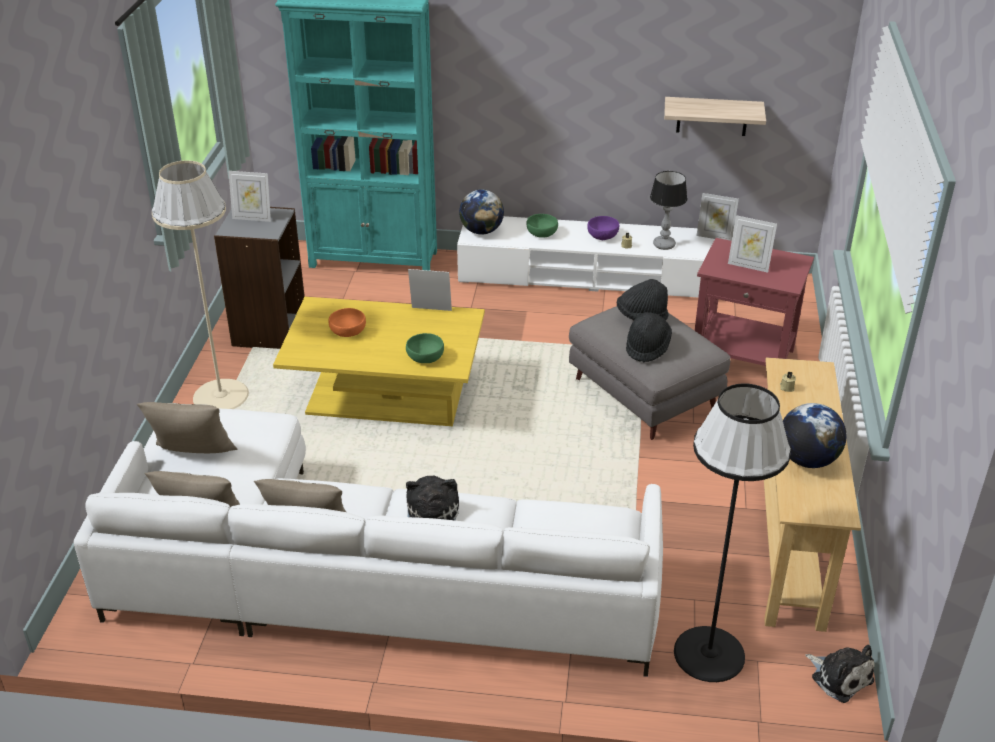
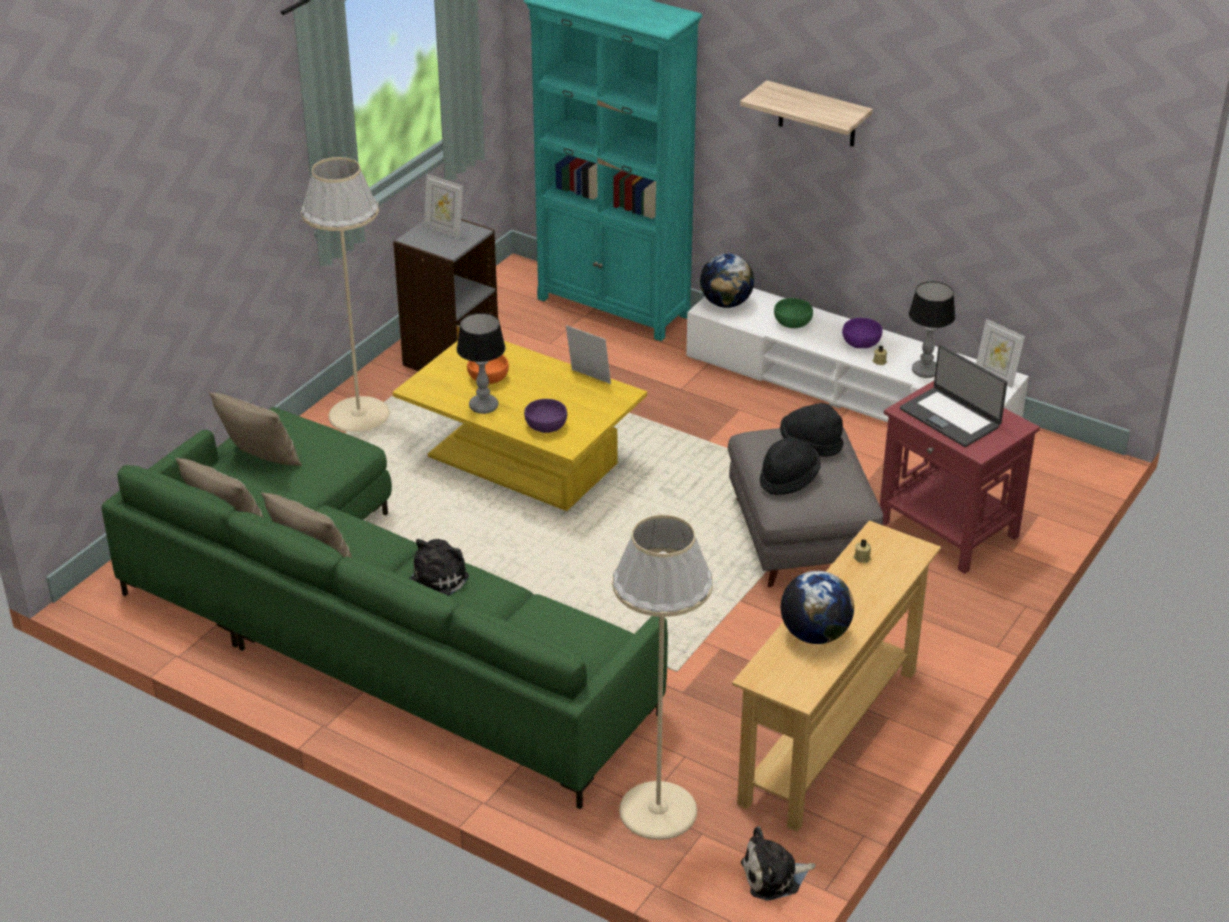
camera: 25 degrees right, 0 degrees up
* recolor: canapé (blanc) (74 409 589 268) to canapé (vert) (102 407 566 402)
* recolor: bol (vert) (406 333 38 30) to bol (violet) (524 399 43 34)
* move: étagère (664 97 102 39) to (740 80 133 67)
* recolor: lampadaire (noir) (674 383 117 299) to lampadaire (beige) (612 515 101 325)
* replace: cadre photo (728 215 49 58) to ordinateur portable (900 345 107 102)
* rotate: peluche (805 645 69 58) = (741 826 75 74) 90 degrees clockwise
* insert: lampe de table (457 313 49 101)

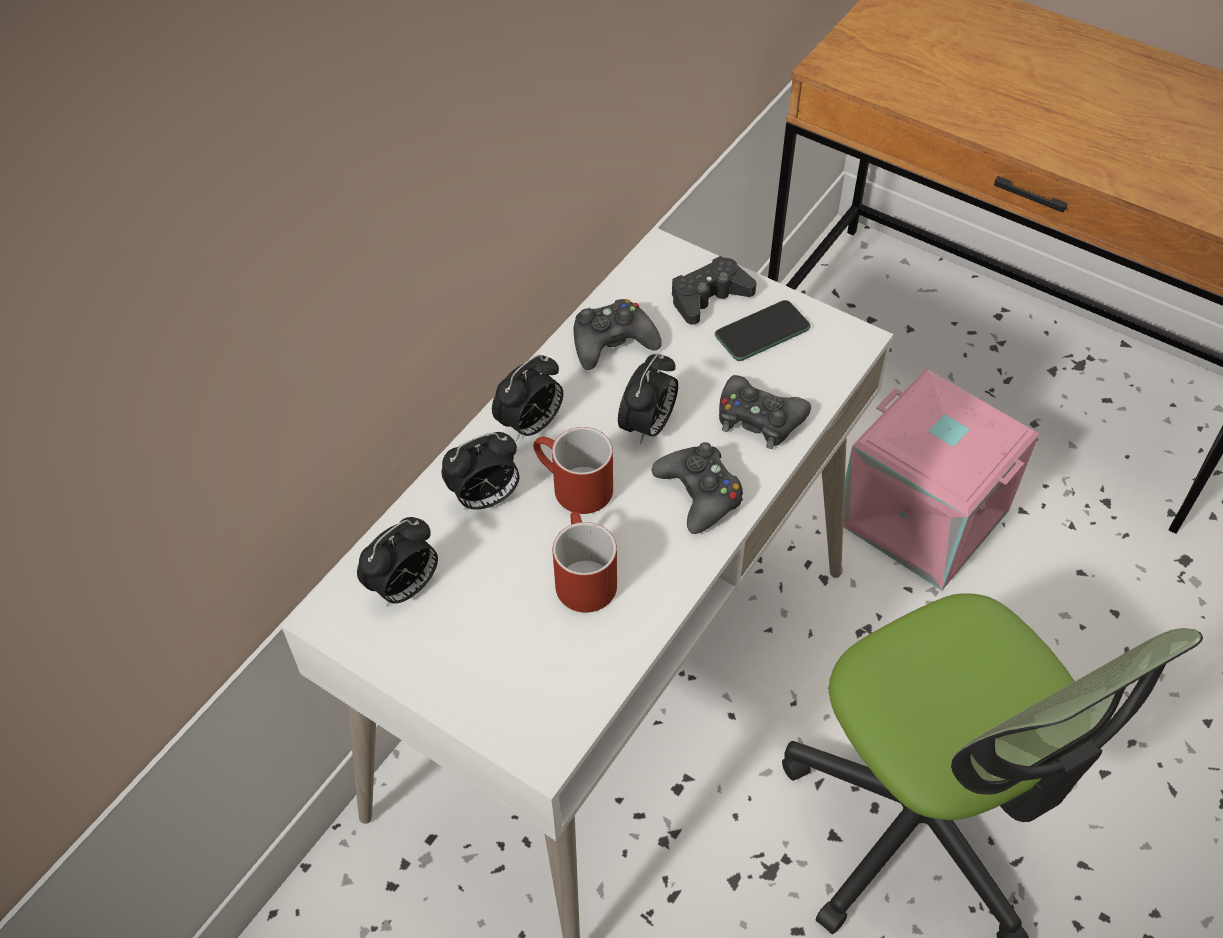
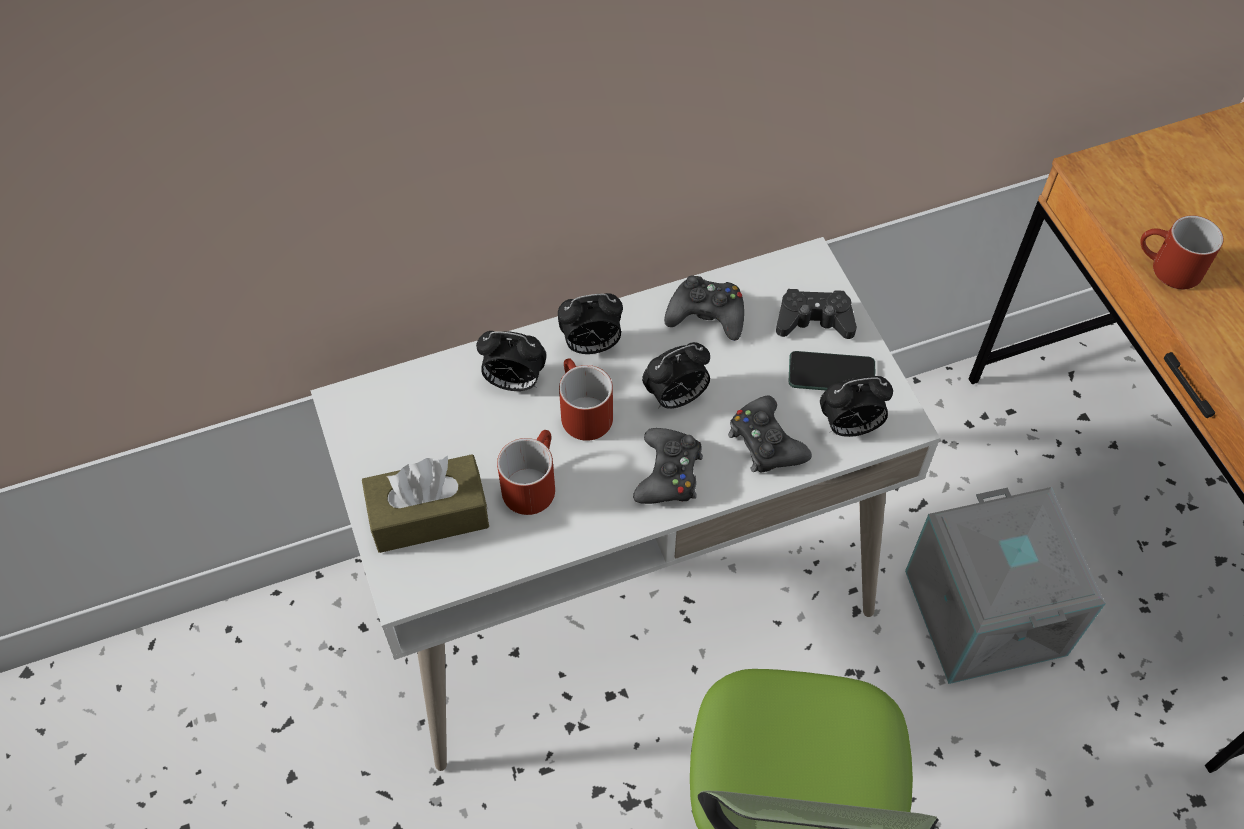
camera: 35 degrees right, 5 degrees up
* move: réveil (357 517 81 89) to (820 376 73 61)
* recolor: boîte de rangement (rose) (843 369 196 222) to boîte de rangement (gris) (905 487 201 197)
* insert: boîte à mouchoirs (marron) (362 454 127 99)
* insert: mug (rouge) (1140 215 83 74)

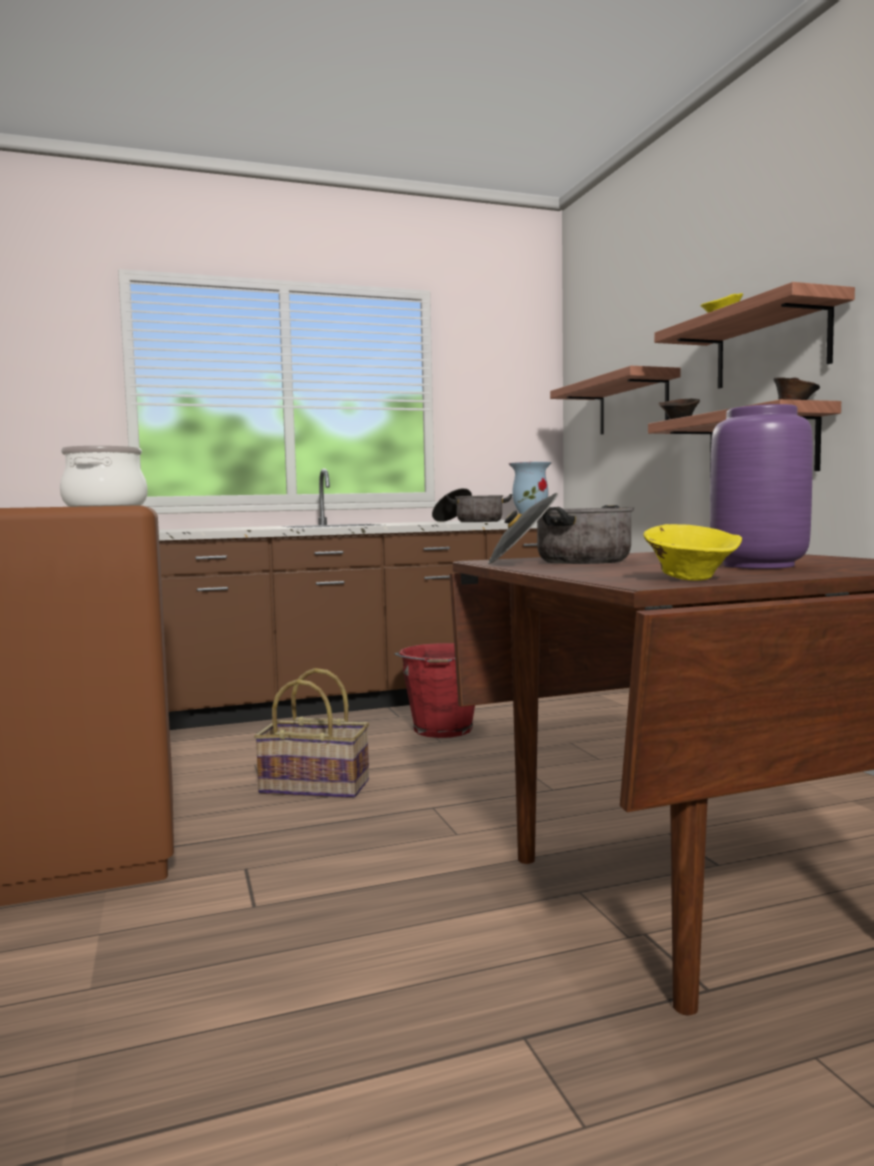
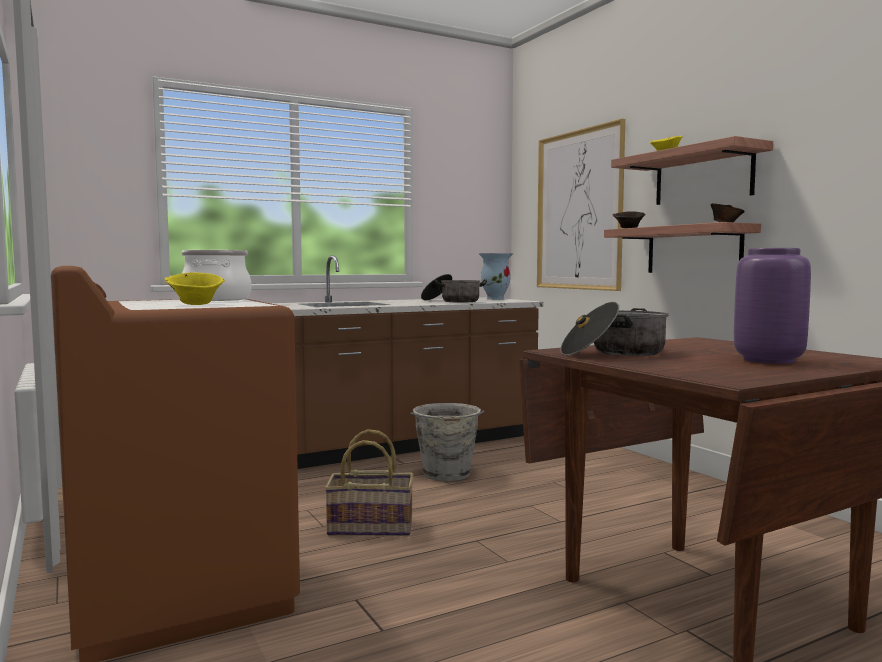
camera: 10 degrees left, 0 degrees up
* recolor: seau (rouge) (394 643 81 95) to seau (gris) (410 403 74 78)
* replace: étagère (550 366 131 69) to tableau (537 119 88 172)
* move: bol (jaune) (643 524 99 57) to (165 272 60 33)

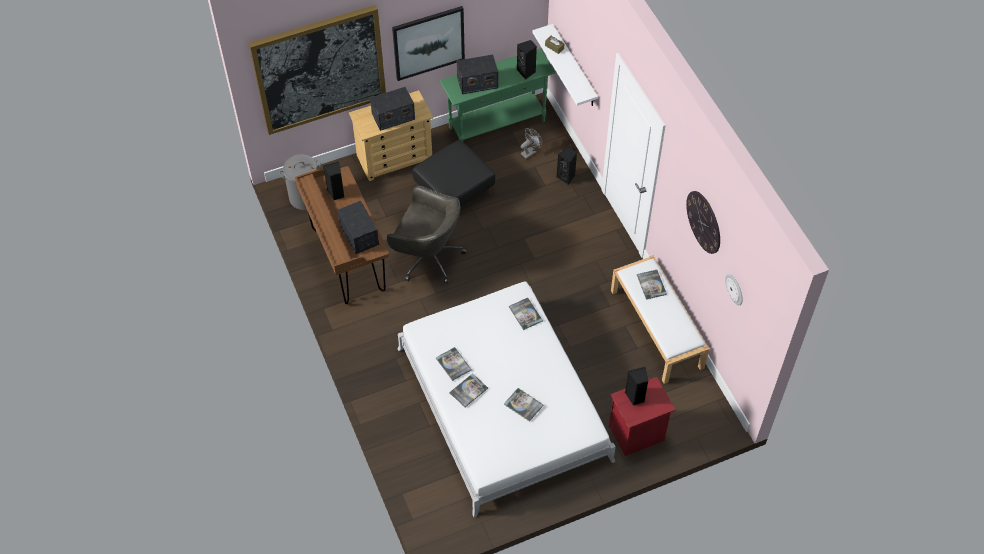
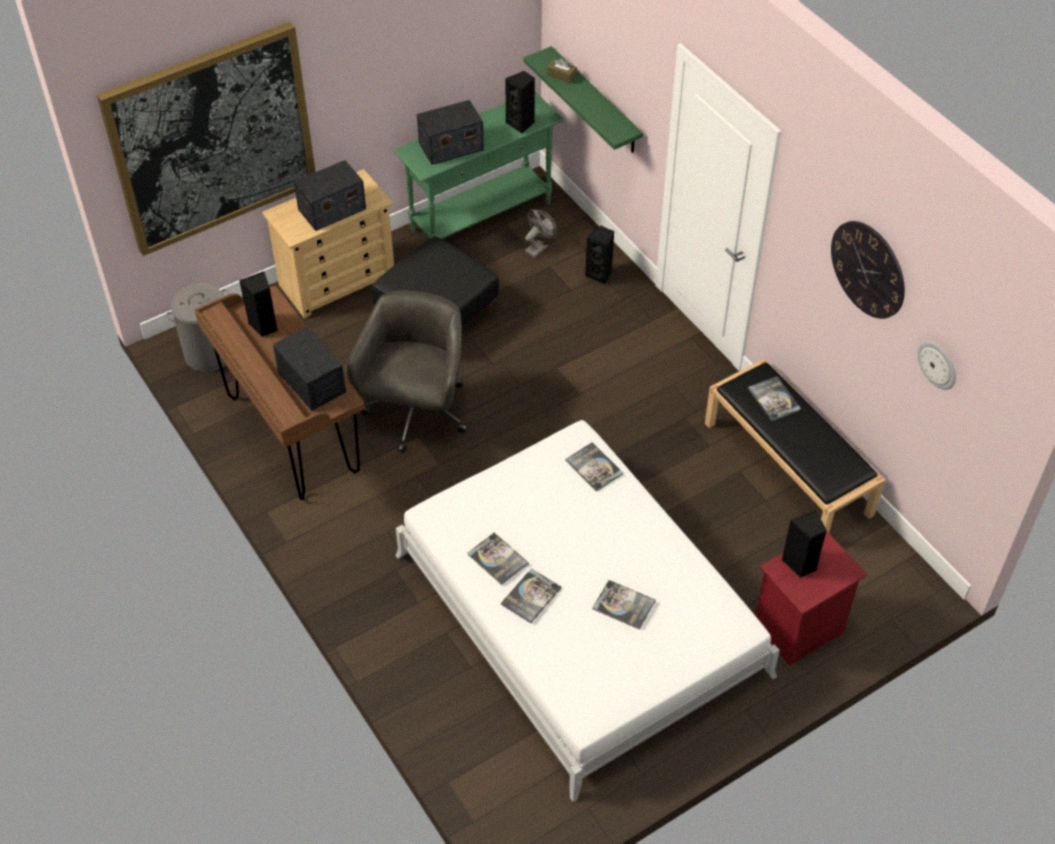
camera: 10 degrees left, 5 degrees down
* rotate: chaise de bureau (gris) (387 186 79 98) = (347 291 120 162) 90 degrees counterclockwise
* delete: tableau (392 6 73 75)
* recolor: étagère (blanc) (532 24 66 82) to étagère (vert) (524 46 119 107)
* recolor: banc (blanc) (611 256 98 128) to banc (noir) (705 359 180 174)

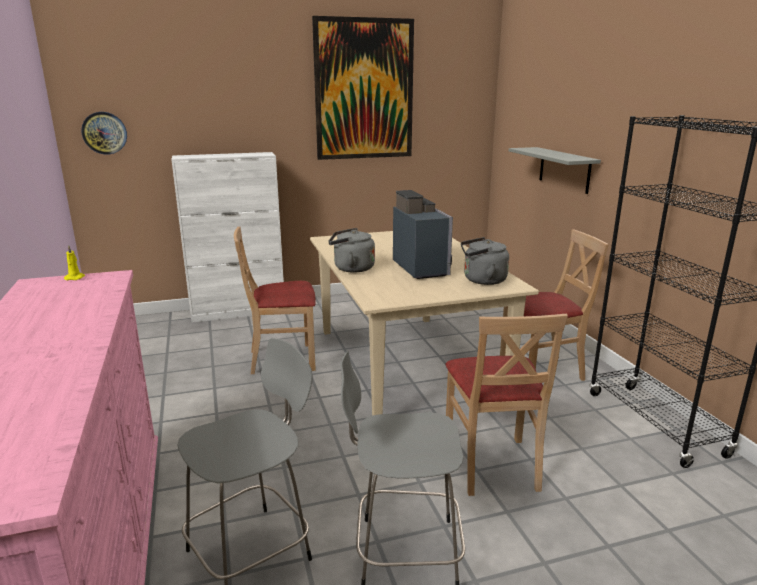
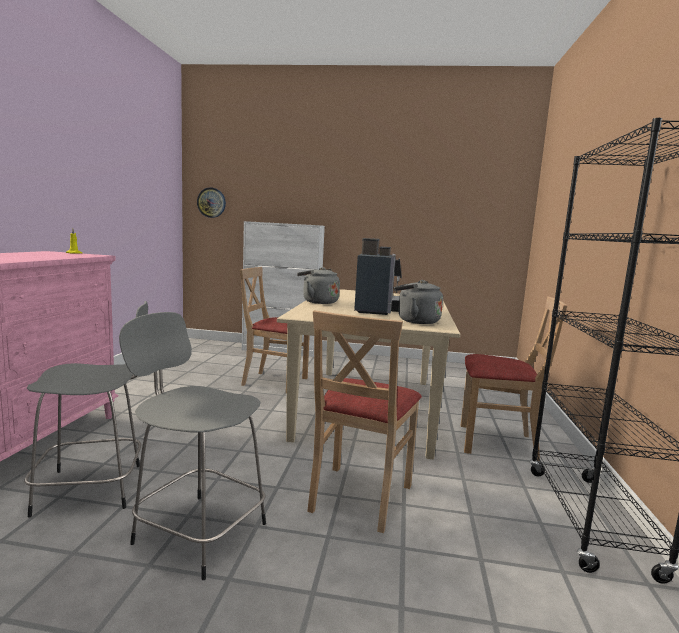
camera: 25 degrees right, 10 degrees down
* delete: tableau (312 16 102 144)
* delete: étagère (gris) (509 147 92 47)

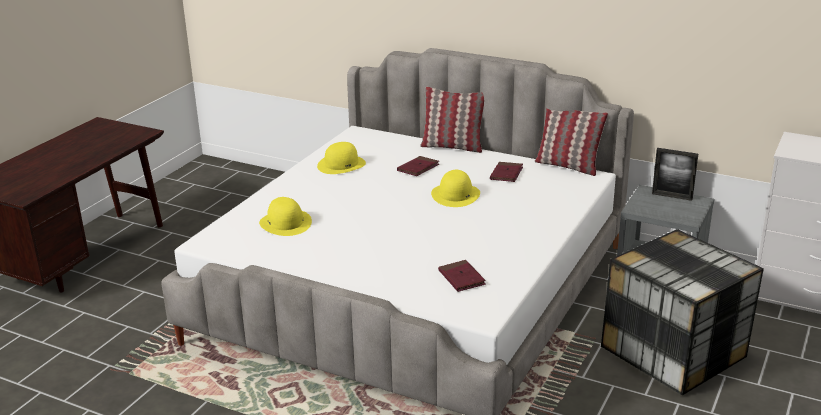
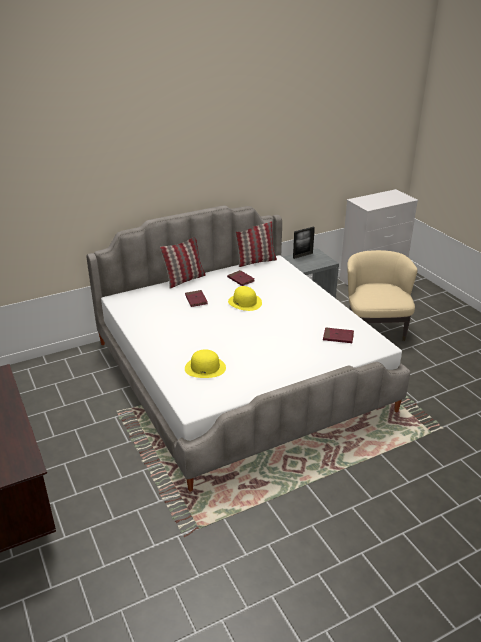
camera: 55 degrees left, 5 degrees up
* delete: chapeau (jaune) (317 142 49 32)
* replace: boîte de rangement (601 229 163 166) to fauteuil (beige) (347 250 70 91)

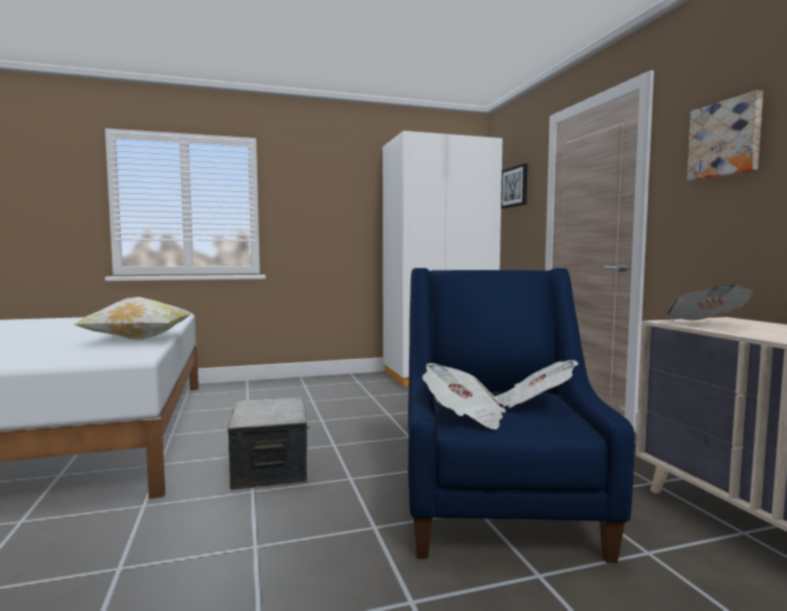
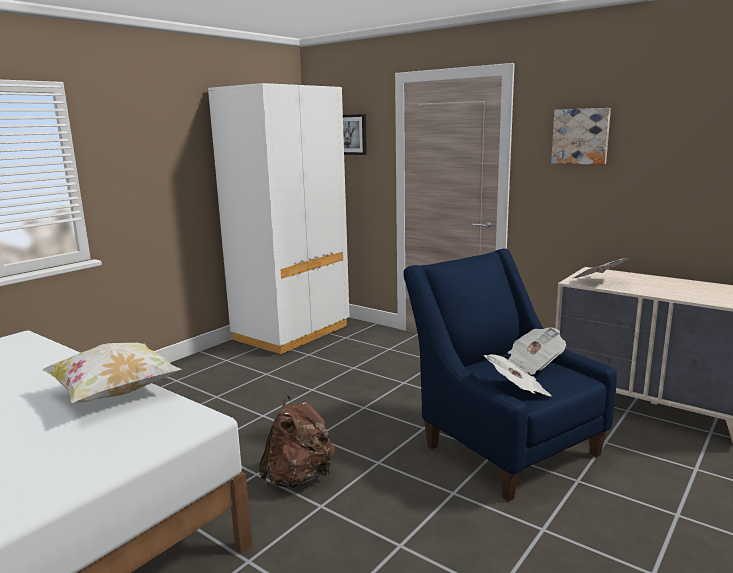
camera: 35 degrees left, 10 degrees up
* replace: boîte de rangement (228 397 81 93) to sac à dos (marron) (259 396 76 92)

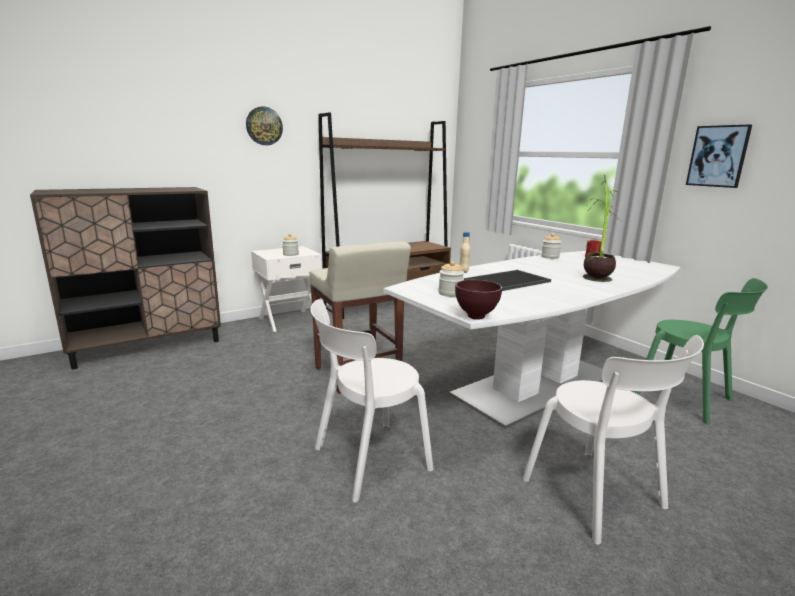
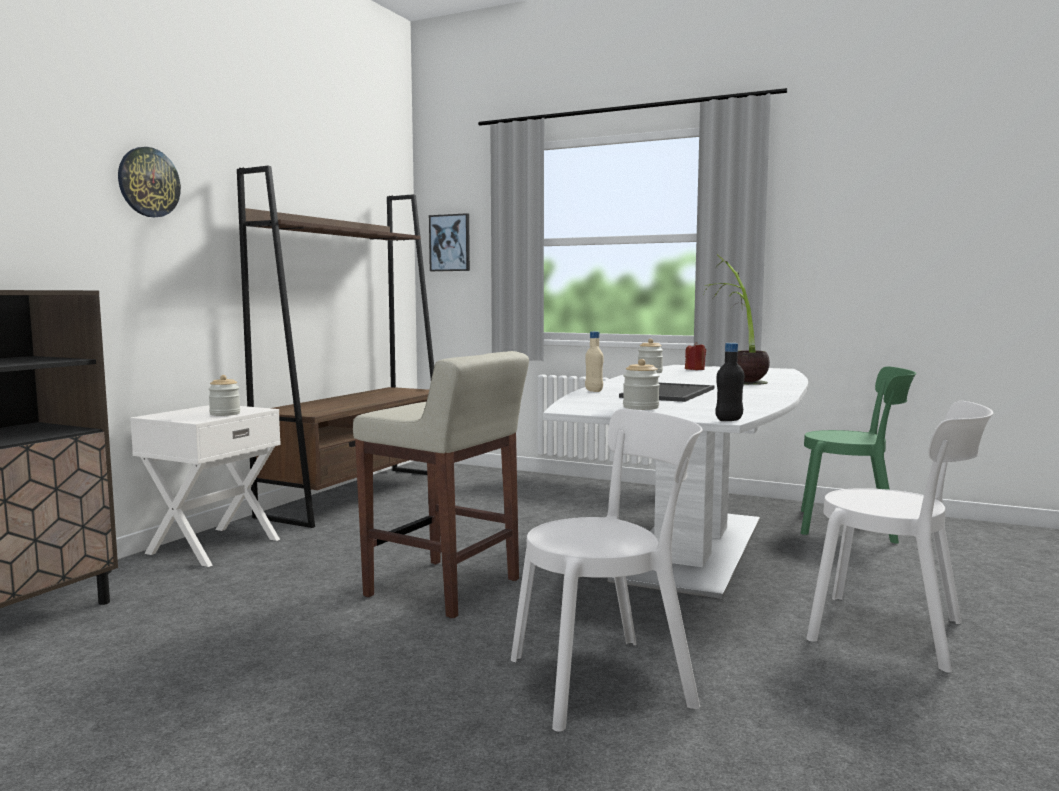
camera: 30 degrees left, 10 degrees down
* rotate: chaise (blanc) (310 299 124 204) = (511 409 192 323) 135 degrees counterclockwise
* replace: bol (marron) (455 280 47 40) to bouteille (noir) (715 343 29 78)
* move: tableau (686 124 66 64) to (429 213 41 58)

